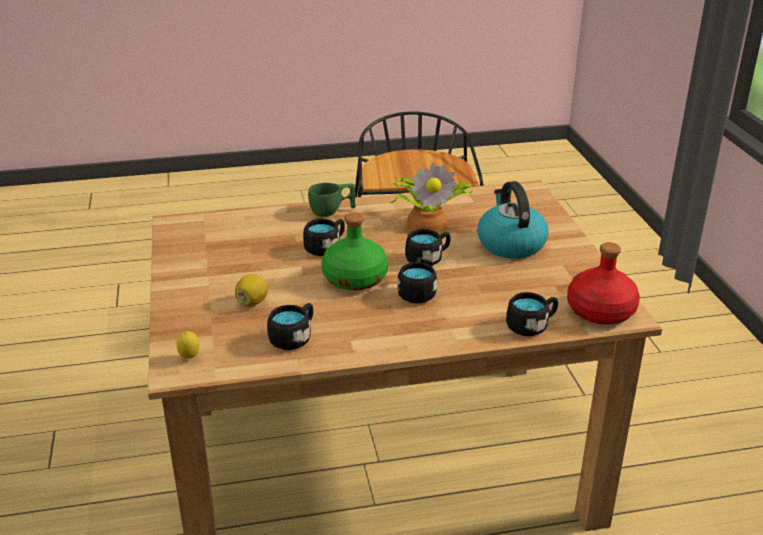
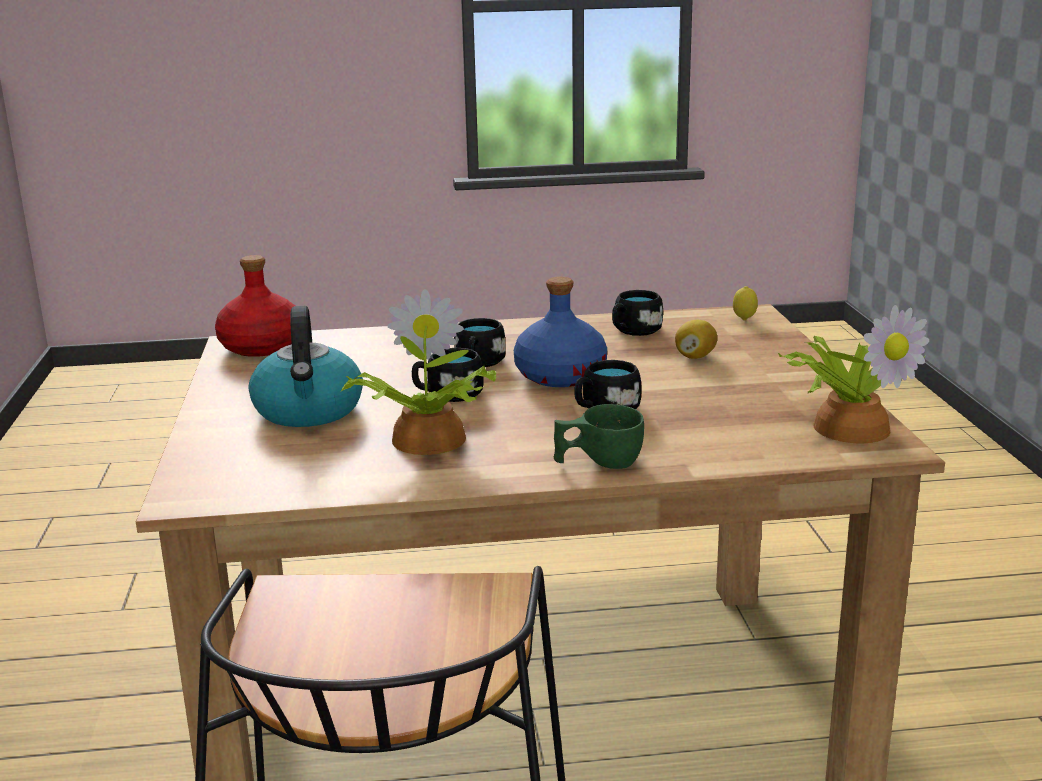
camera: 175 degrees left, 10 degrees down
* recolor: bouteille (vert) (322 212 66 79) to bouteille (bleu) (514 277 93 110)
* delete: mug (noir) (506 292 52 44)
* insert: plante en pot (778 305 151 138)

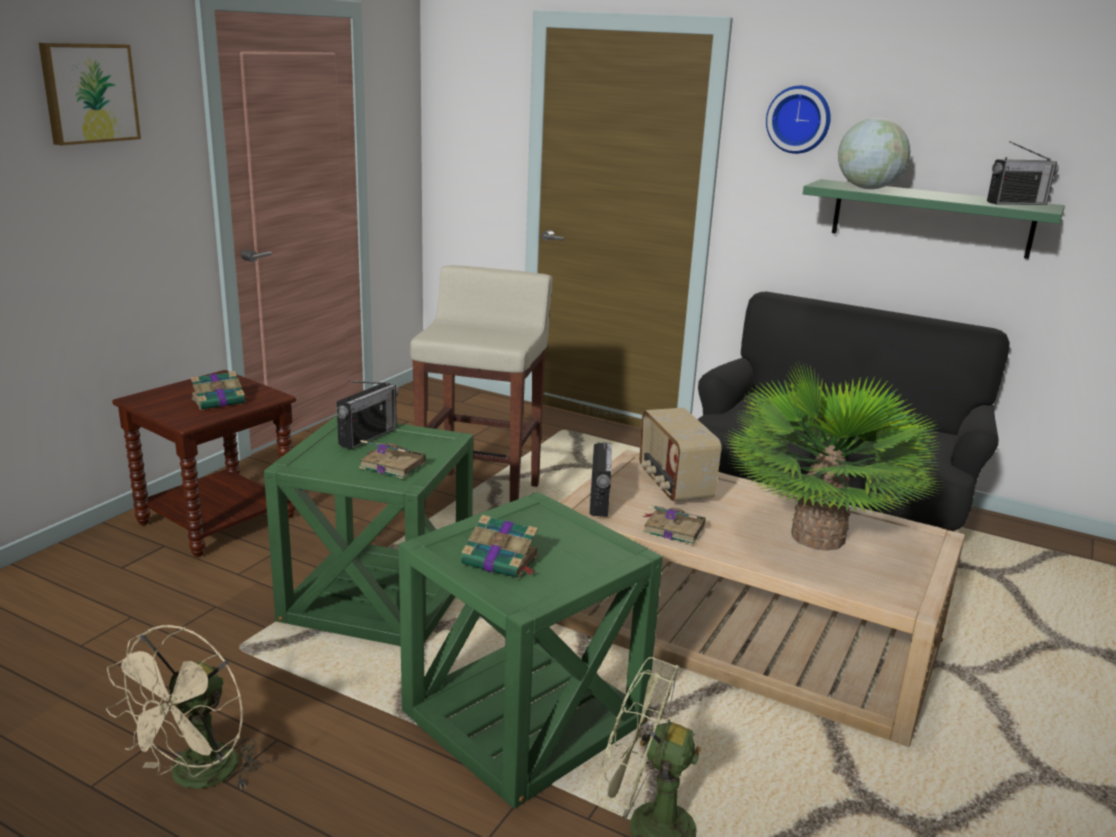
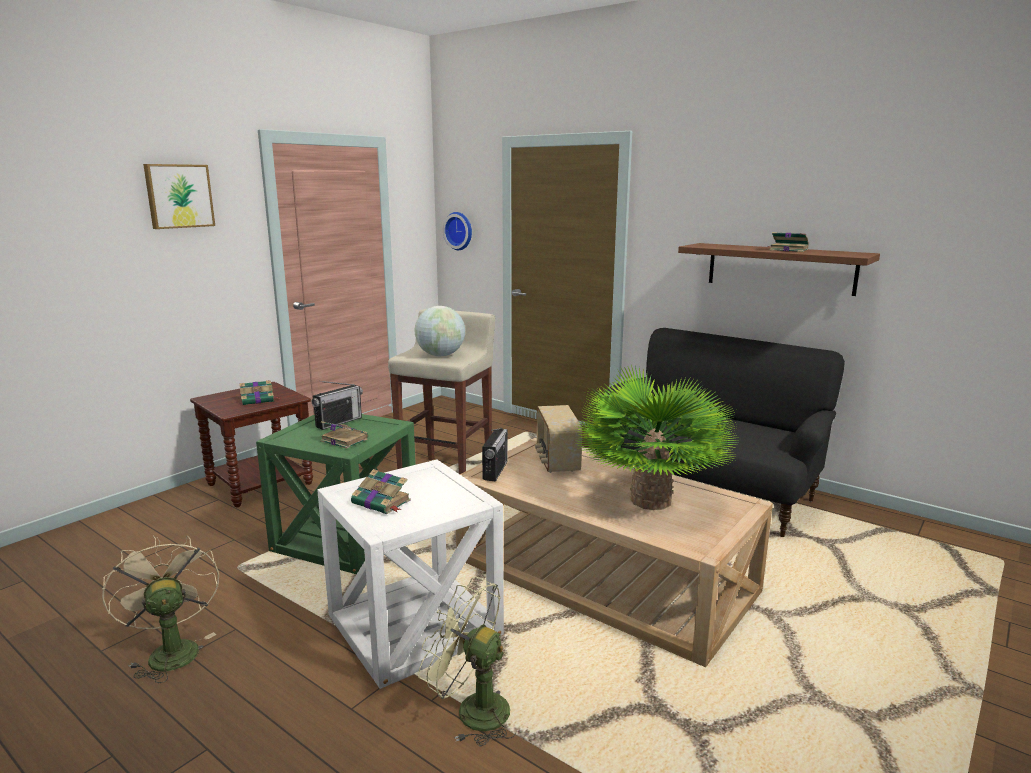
camera: 10 degrees right, 5 degrees down
* rotate: ventilateur (beige) (106 625 154 165) = (102 535 117 148) 120 degrees clockwise
* recolor: table d'appoint (vert) (399 492 264 317) to table d'appoint (blanc) (317 459 187 230)
* move: livre (643 505 63 40) to (768 232 41 20)
* move: horloge murale (766 86 65 68) to (443 212 29 38)
* recolor: étagère (vert) (803 179 262 80) to étagère (marron) (678 243 202 53)
* move: globe (838 118 72 71) to (414 306 51 50)
* delete: radio (987 141 72 64)

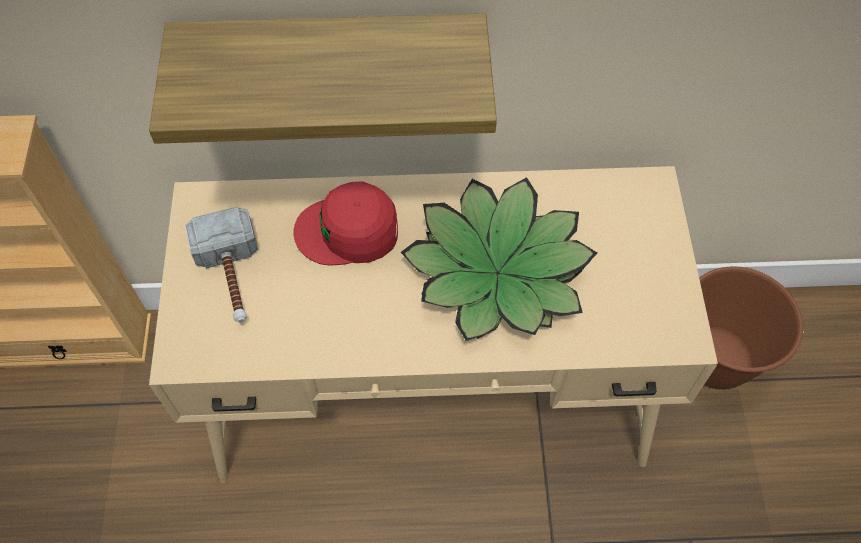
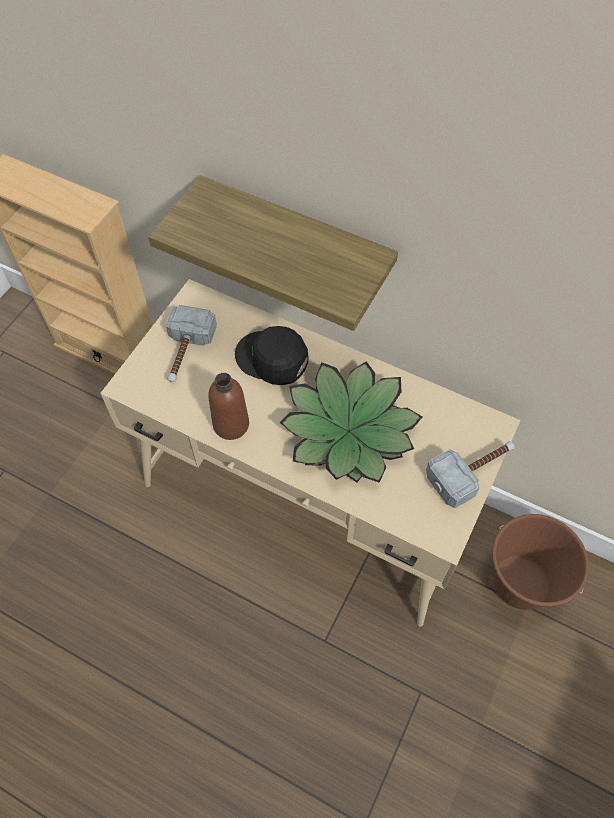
camera: 30 degrees right, 0 degrees up
* recolor: casquette (rouge) (294 181 104 85) to casquette (noir) (235 326 74 59)
* insert: bouteille (marron) (208 373 41 67)
* insert: marteau (426 441 89 67)

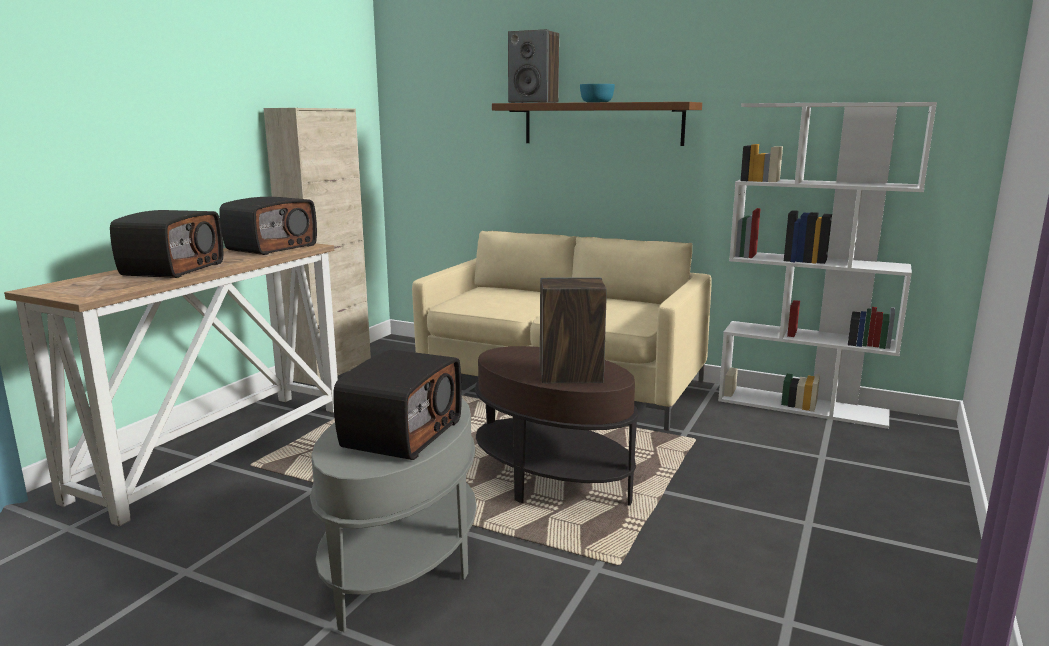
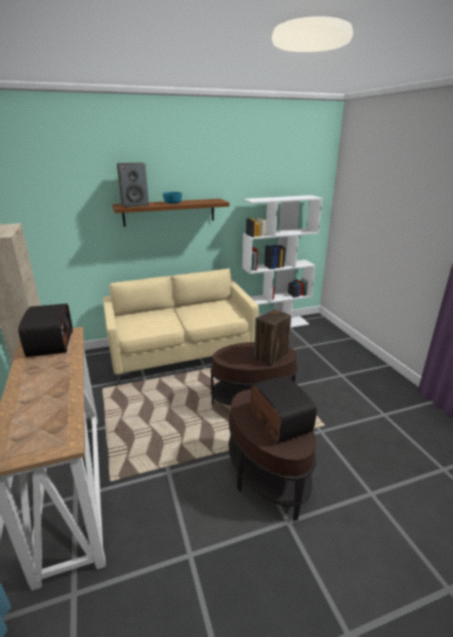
camera: 45 degrees left, 10 degrees up
* delete: radio (110 210 113 68)
* recolor: table d'appoint (gris) (310 398 166 234) to table d'appoint (marron) (229 389 87 132)

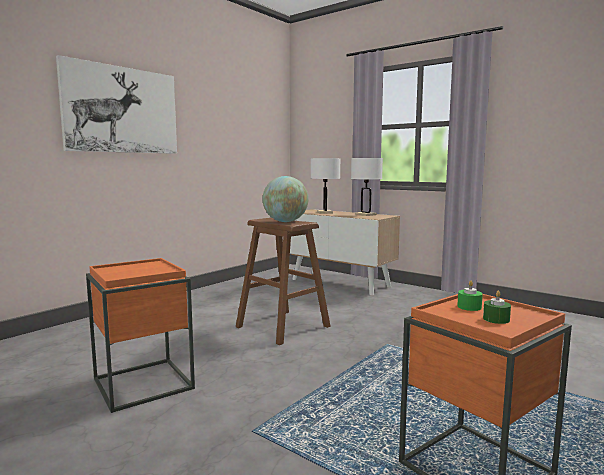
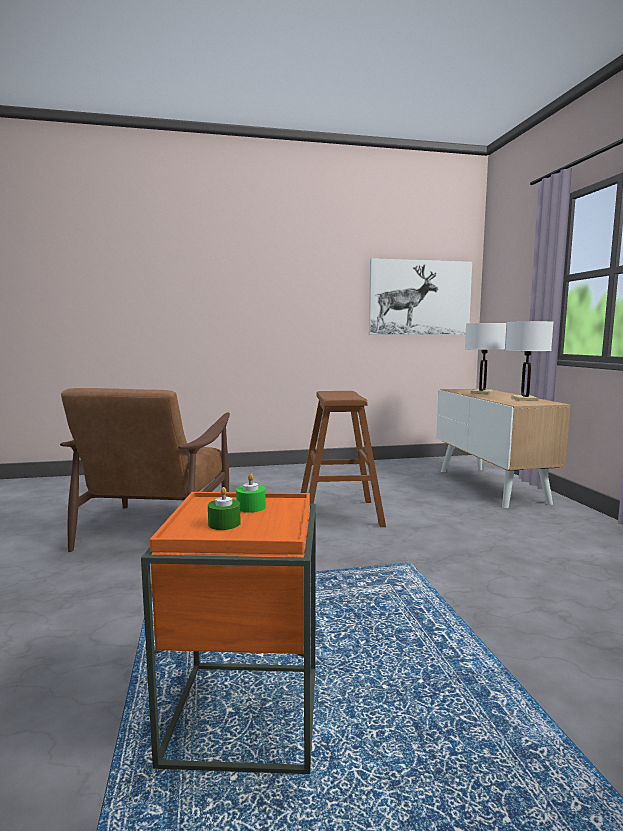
camera: 40 degrees right, 0 degrees up
* move: tableau (56 55 121 99) to (369 258 103 77)
* replace: table d'appoint (orange) (86 258 109 155) to fauteuil (marron) (60 388 170 164)
* delete: globe (263 176 45 46)

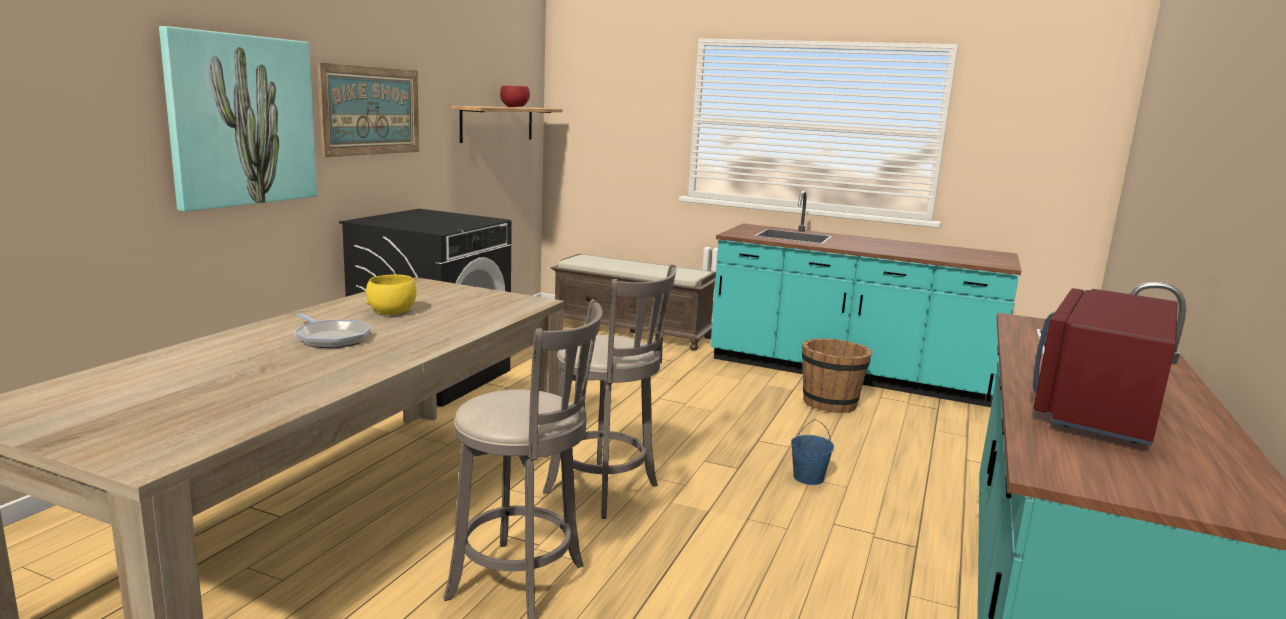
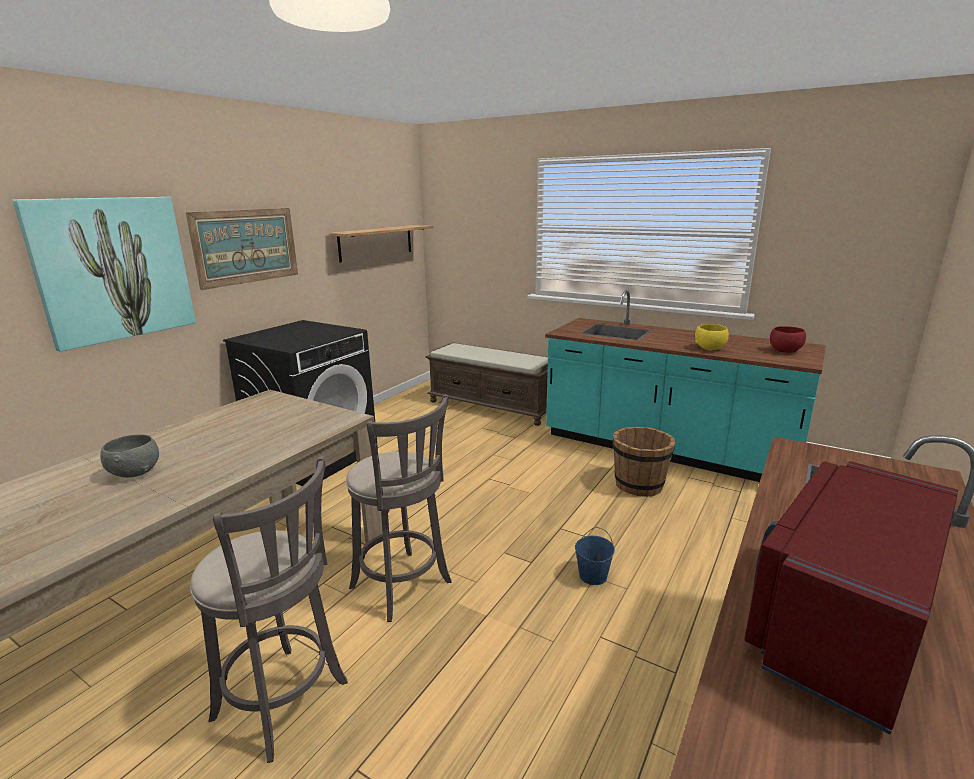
camera: 10 degrees right, 5 degrees up
* replace: poêle (294 313 78 35) to bol (gris) (100 434 59 44)
* move: bol (jaune) (366 274 51 41) to (695 324 34 26)
* move: bol (rouge) (500 86 30 21) to (770 326 36 27)

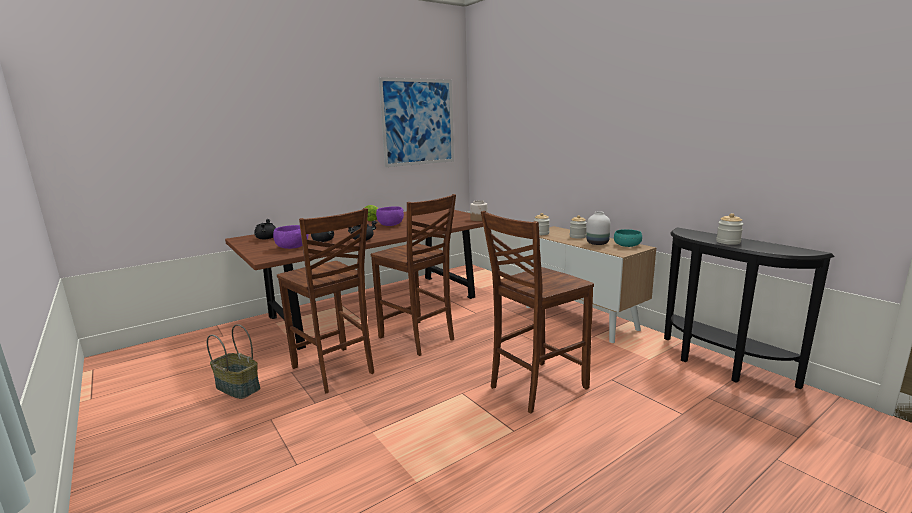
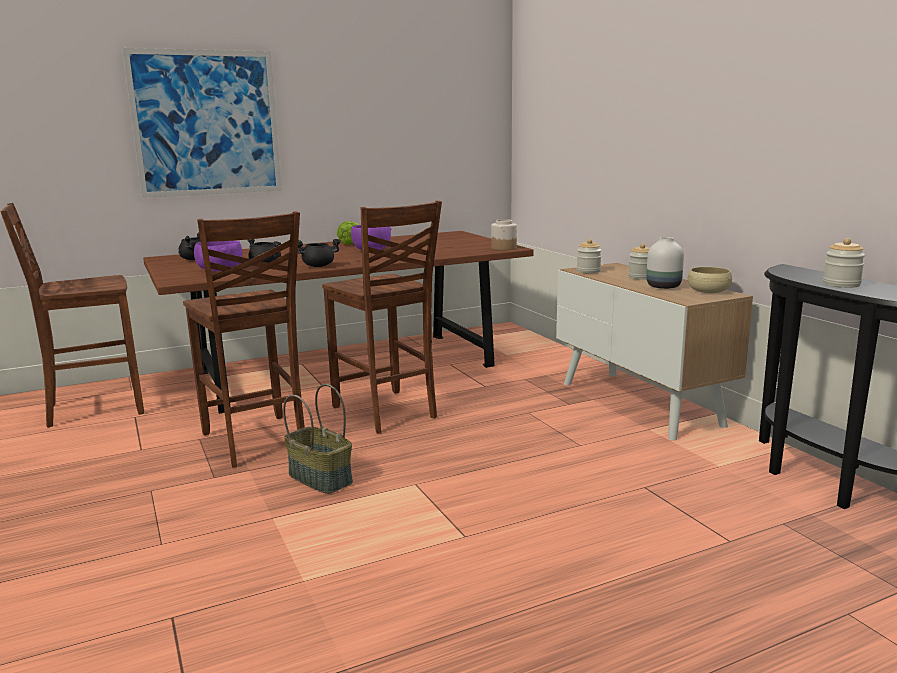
camera: 10 degrees right, 0 degrees up
* move: panier (207 324 53 75) to (283 384 70 110)
* move: tableau (378 77 76 90) to (122 48 160 150)
* move: chaise (marron) (481 211 113 203) to (0 203 144 225)
* recolor: bol (turquoise) (614 229 28 18) to bol (beige) (688 267 44 26)

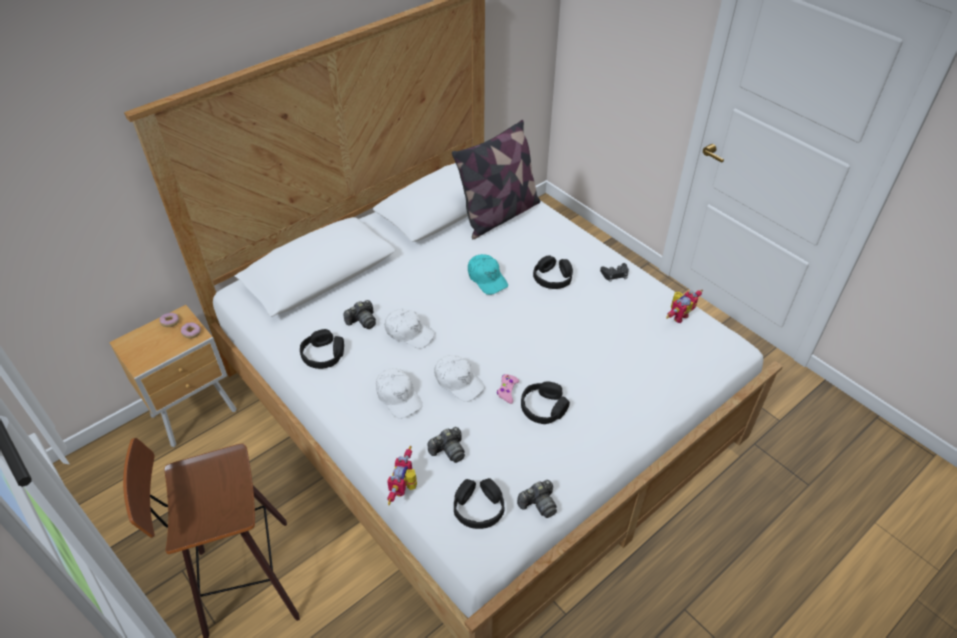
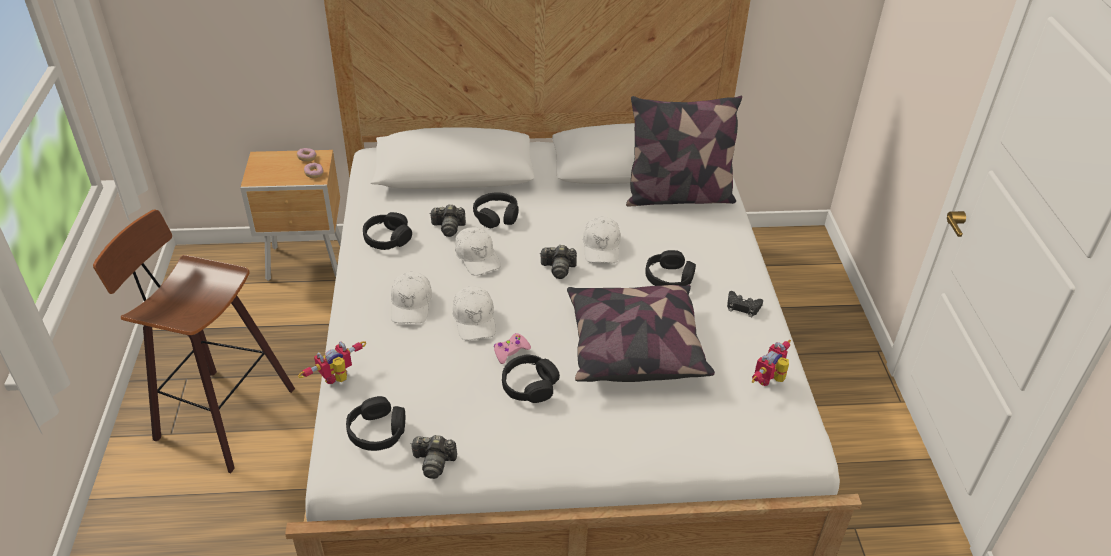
camera: 35 degrees right, 5 degrees down
* move: appareil photo (428 427 37 36) to (540 245 37 34)
* recolor: casquette (turquoise) (468 254 40 41) to casquette (blanc) (583 217 38 46)
* rotate: robot jouet (666 290 37 33) = (751 340 40 46) 135 degrees clockwise
* insert: casque audio (noir) (473 192 46 36)
* insert: coussin (567 285 148 97)

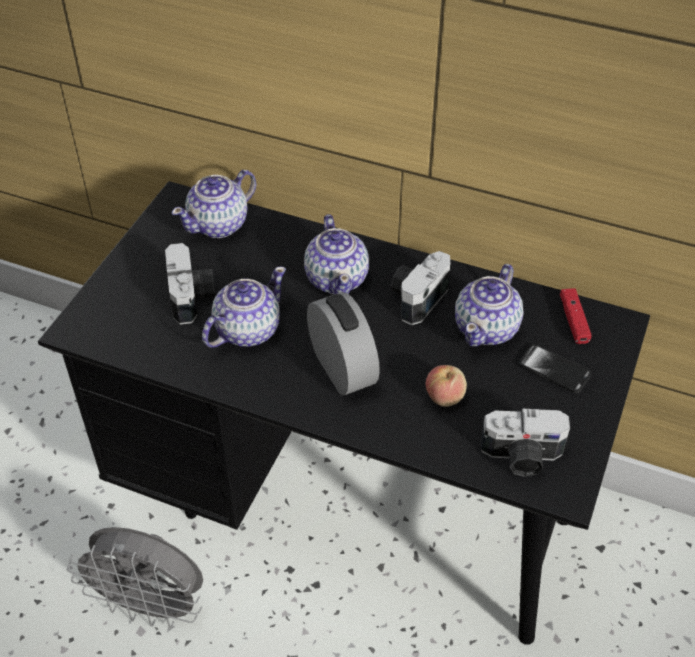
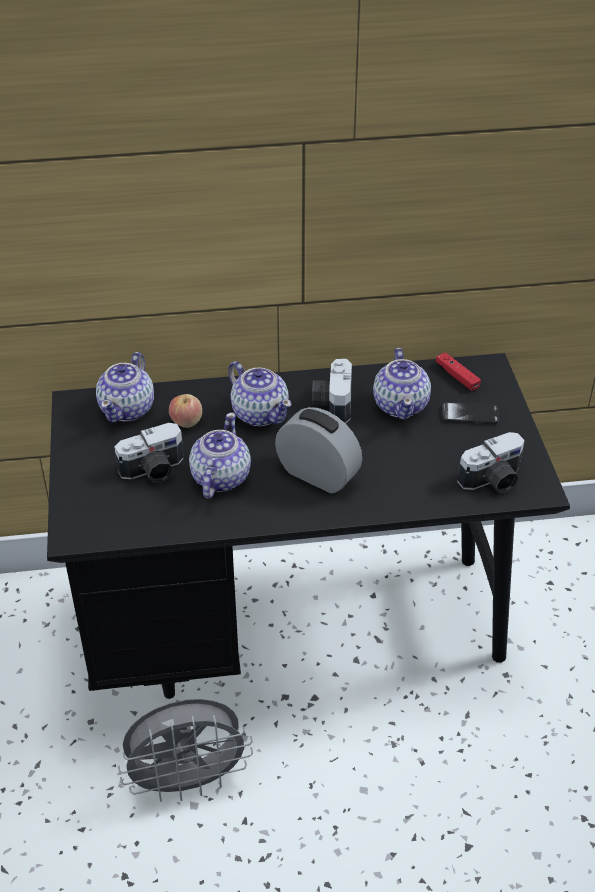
camera: 30 degrees left, 5 degrees down
* rotate: appareil photo (165 243 50 82) = (114 423 70 60) 105 degrees clockwise
* move: pomme (426 365 41 42) to (169 394 33 34)

